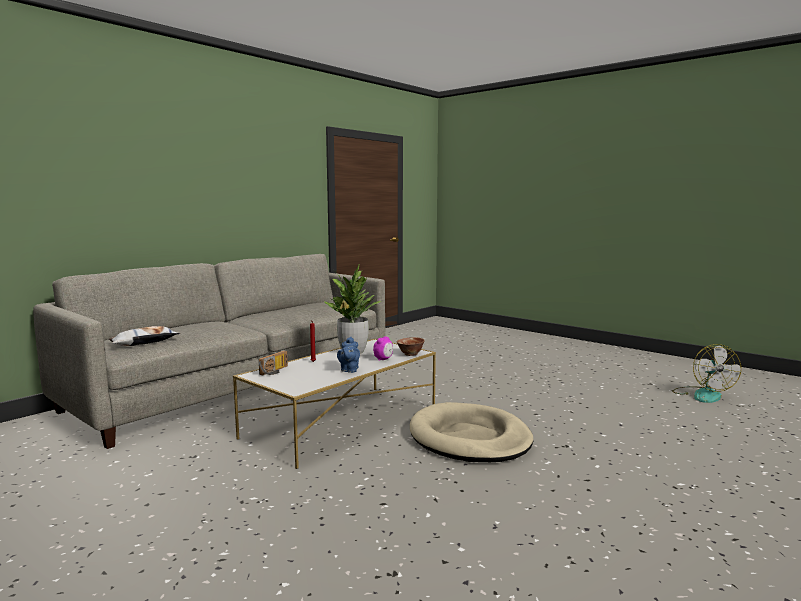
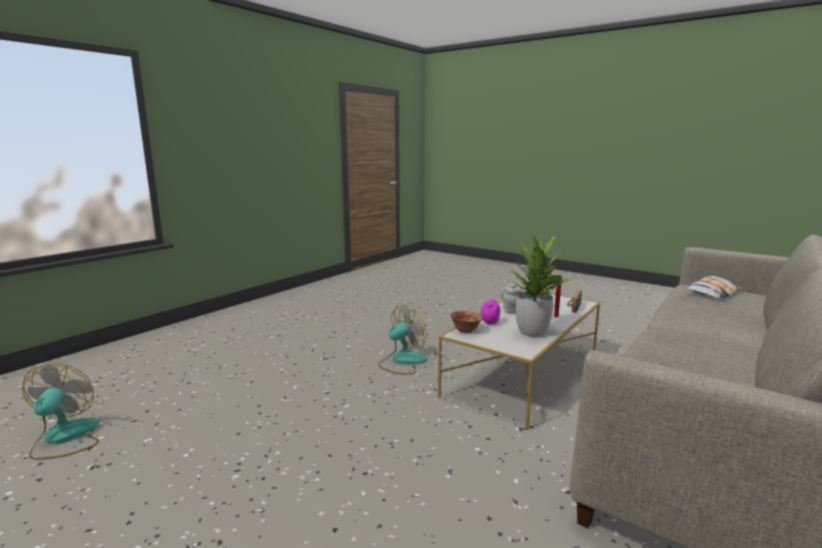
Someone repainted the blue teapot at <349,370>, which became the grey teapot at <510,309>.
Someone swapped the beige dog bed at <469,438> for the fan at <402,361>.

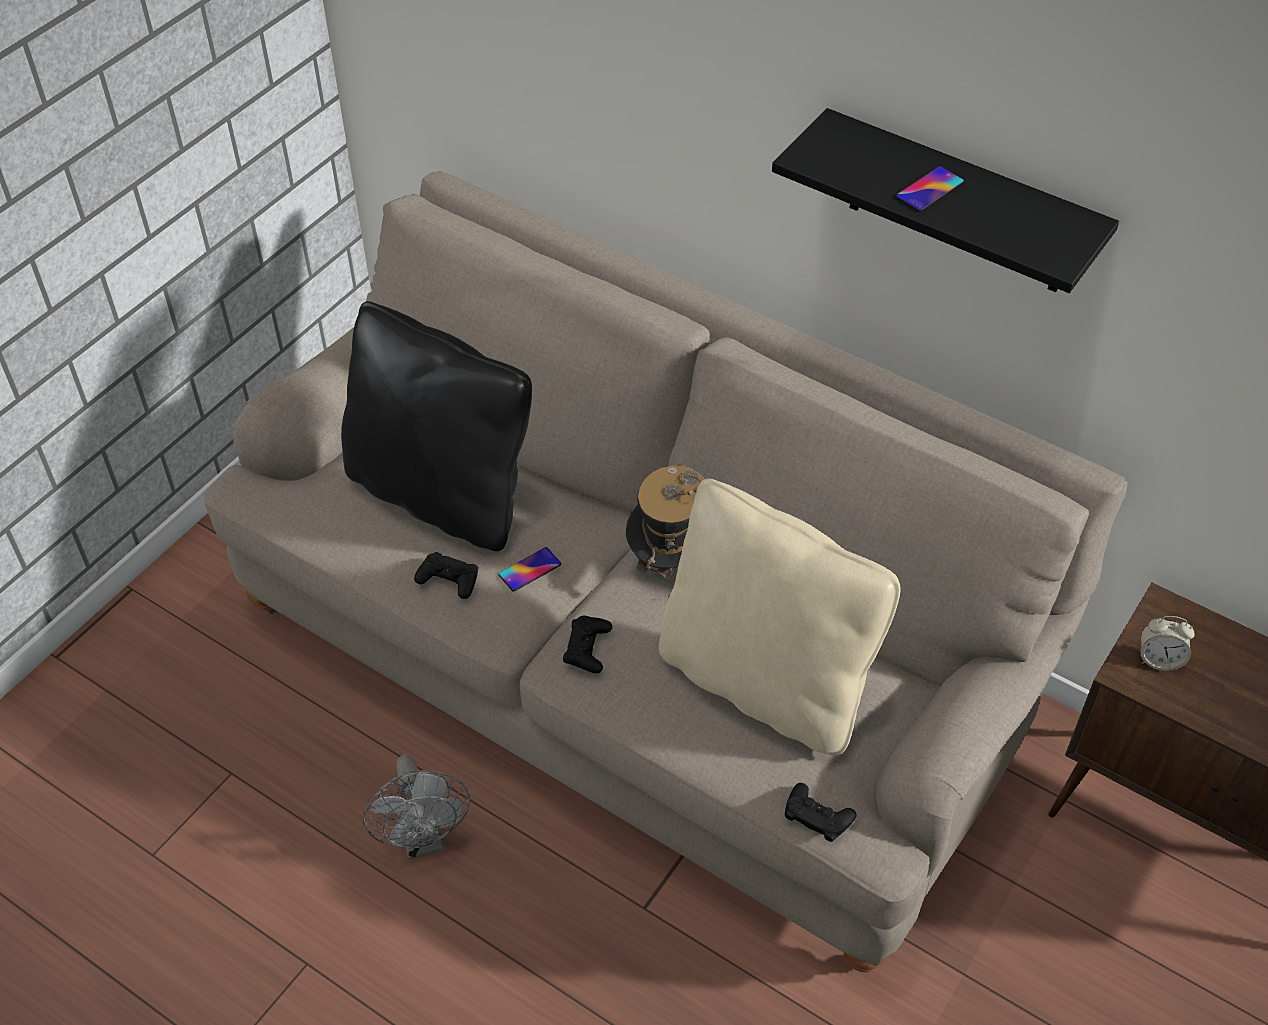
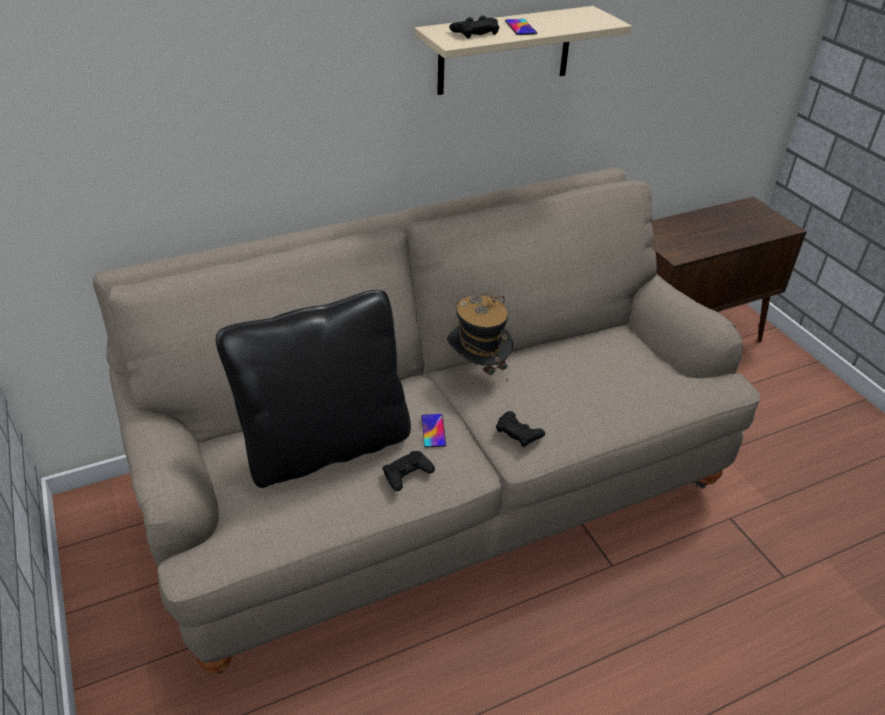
Someone took away the grey fan at <423,839>.
Someone took away the beige pillow at <765,681>.
Someone repainted the black shelf at <959,205>, which became the beige shelf at <505,50>.
Someone carried the black game controller from <817,816> to <475,32>.
Someone took away the alarm clock at <1159,659>.

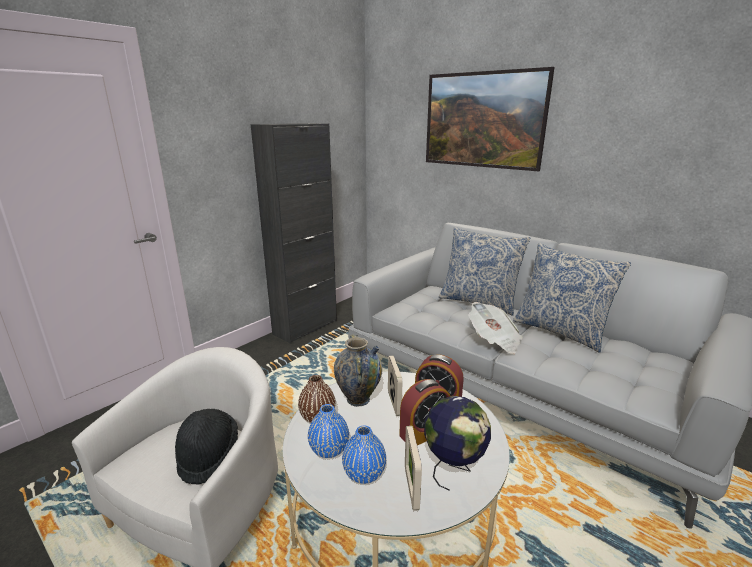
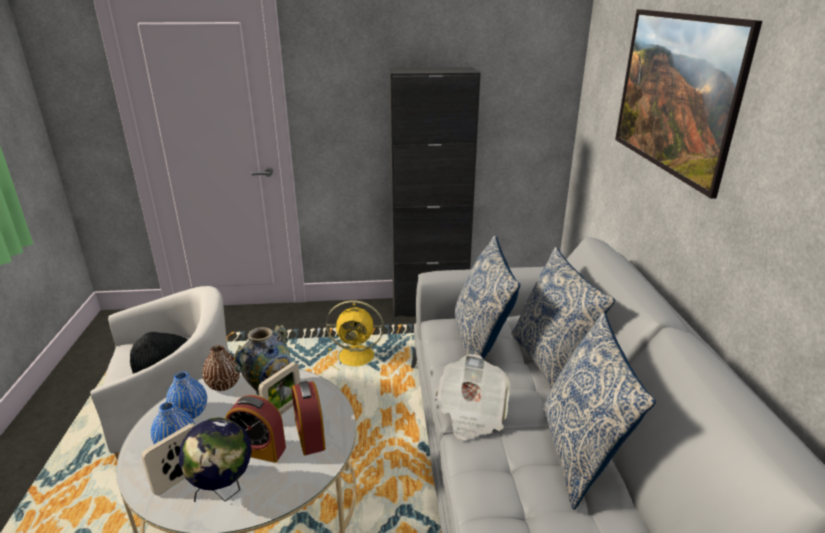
Someone put down the yellow fan at <358,356>.
Someone put down the pillow at <480,344>.

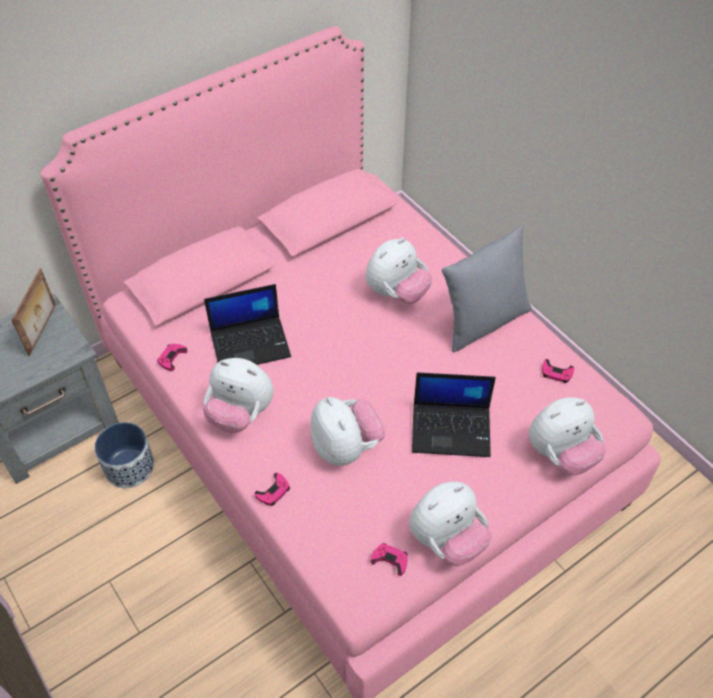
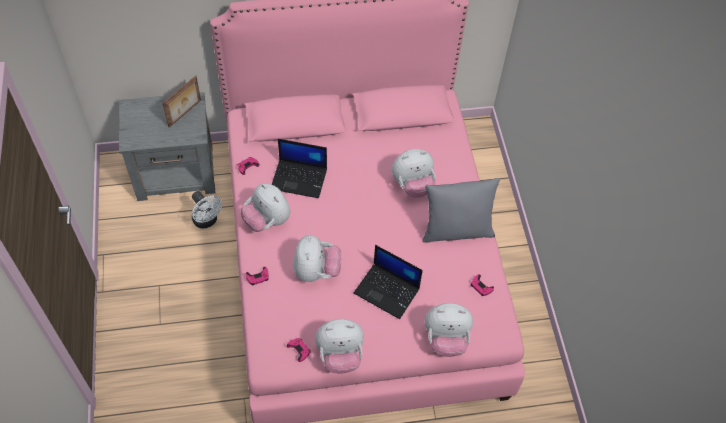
Someone swapped the planter at <129,467> for the white fan at <207,221>.

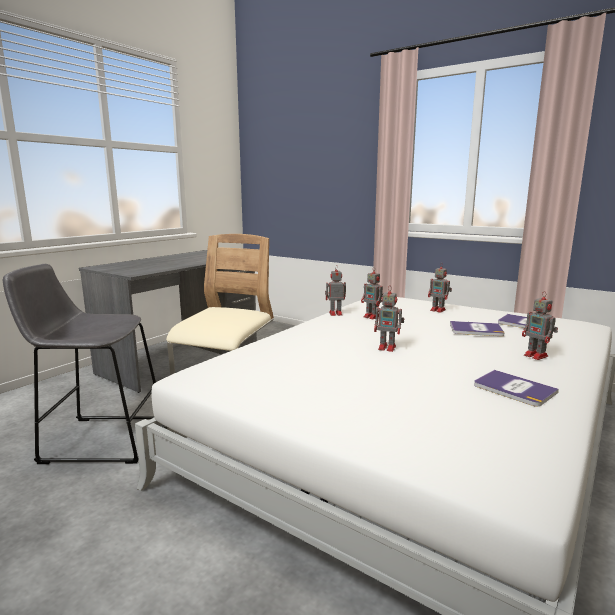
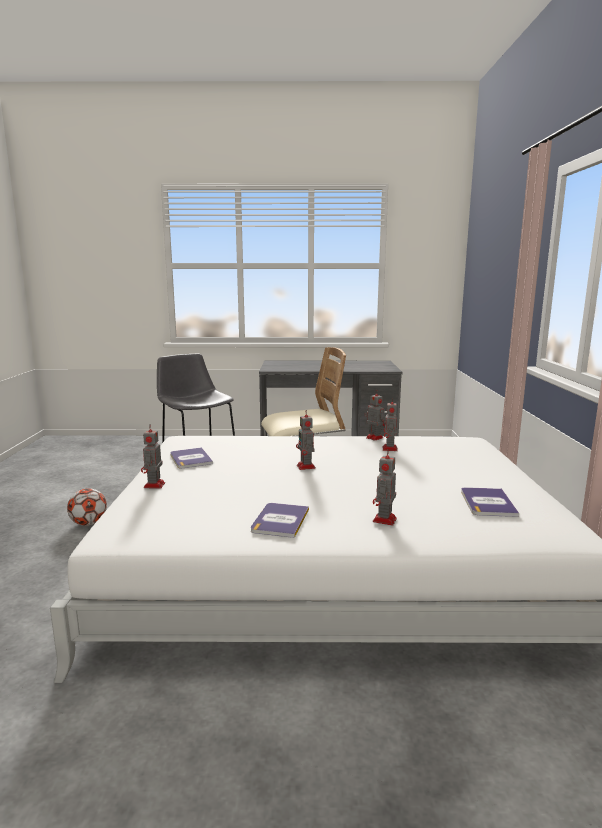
Someone carried the toy robot from <438,310> to <154,485>.
Someone carried the book from <476,329> to <190,459>.
Someone put down the football at <89,523>.

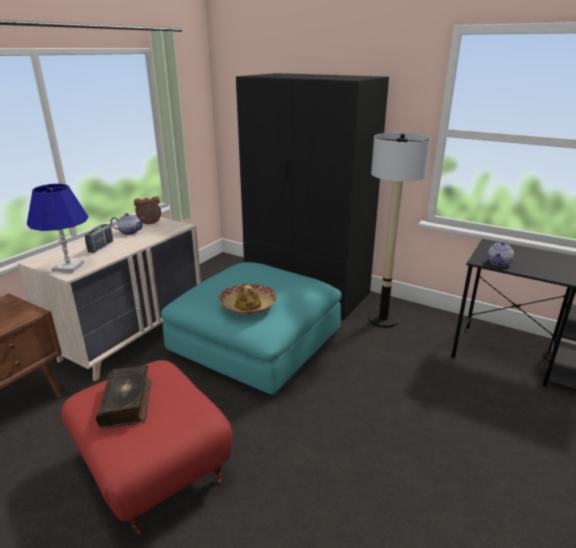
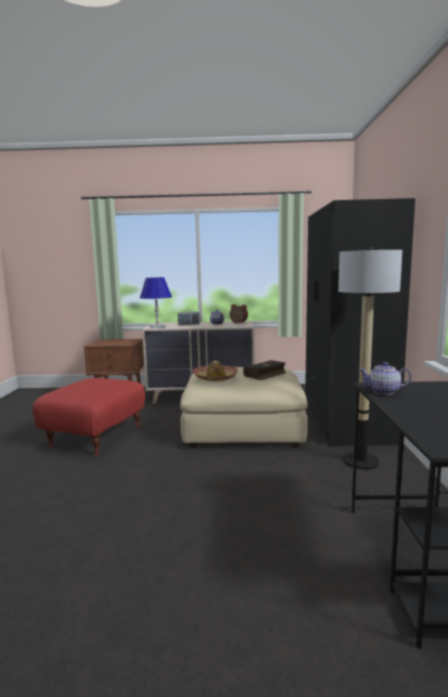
Someone carried the book from <128,402> to <265,375>.
Someone repainted the turquoise ottoman at <256,342>, which became the beige ottoman at <243,426>.

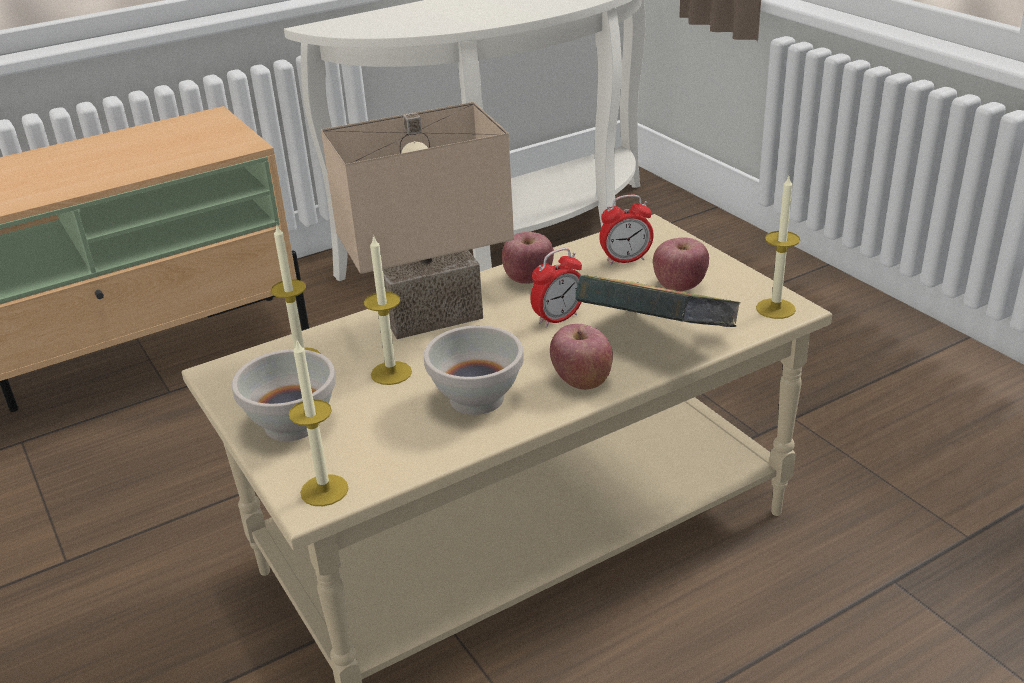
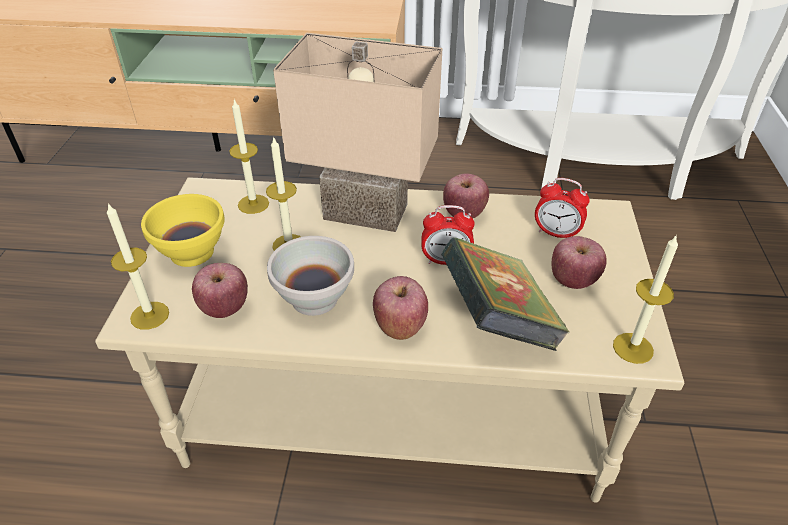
Someone repainted the white bowl at <291,424>, which became the yellow bowl at <191,252>.
Someone put down the apple at <225,308>.

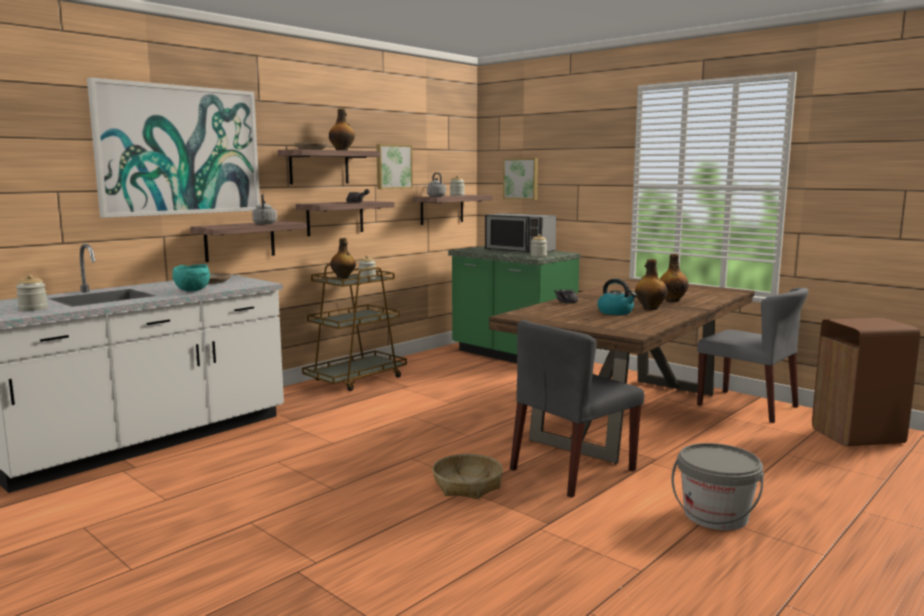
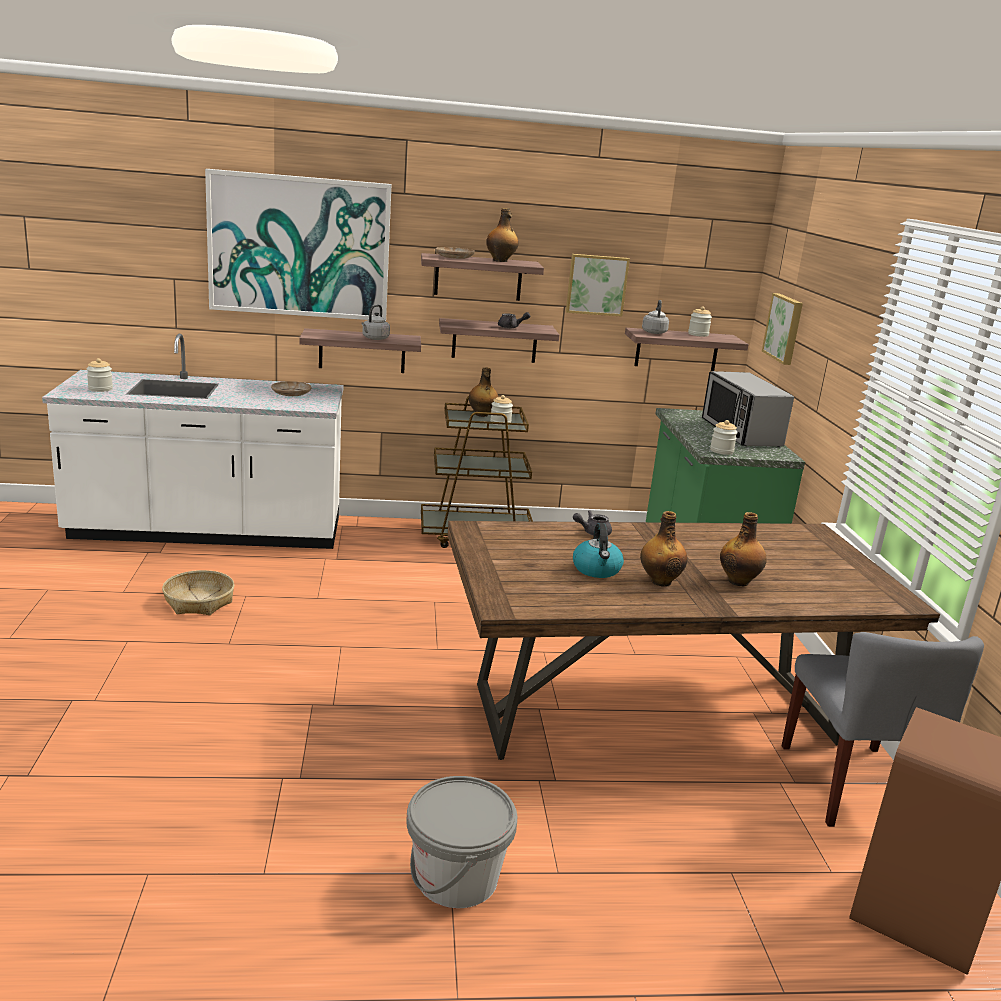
Someone took away the turquoise bowl at <193,291>.
Someone carried the basket from <467,485> to <199,602>.
Someone took away the grey chair at <572,470>.

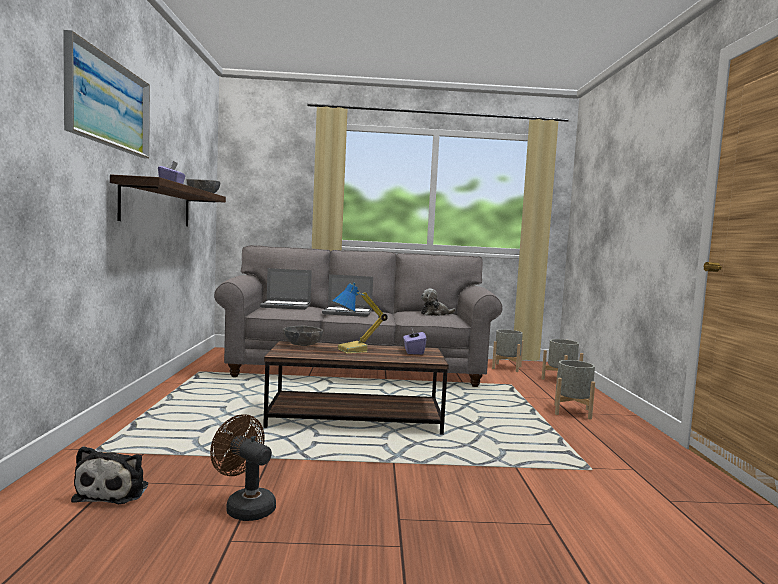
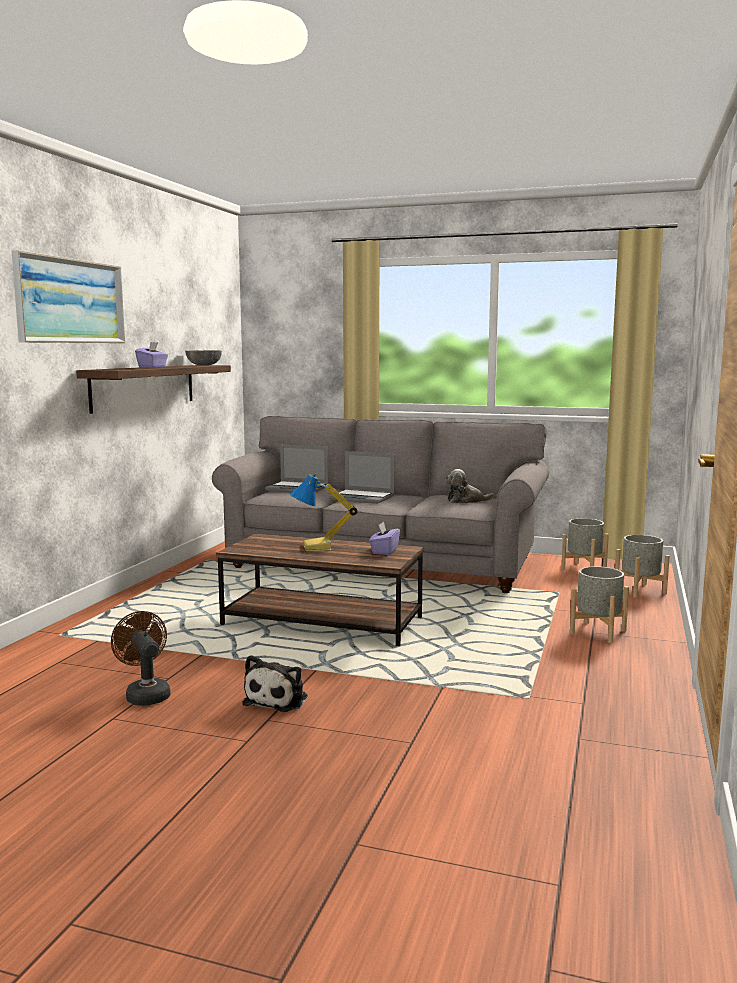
Someone carried the plush toy from <114,491> to <278,699>.
Someone took away the grey bowl at <302,345>.

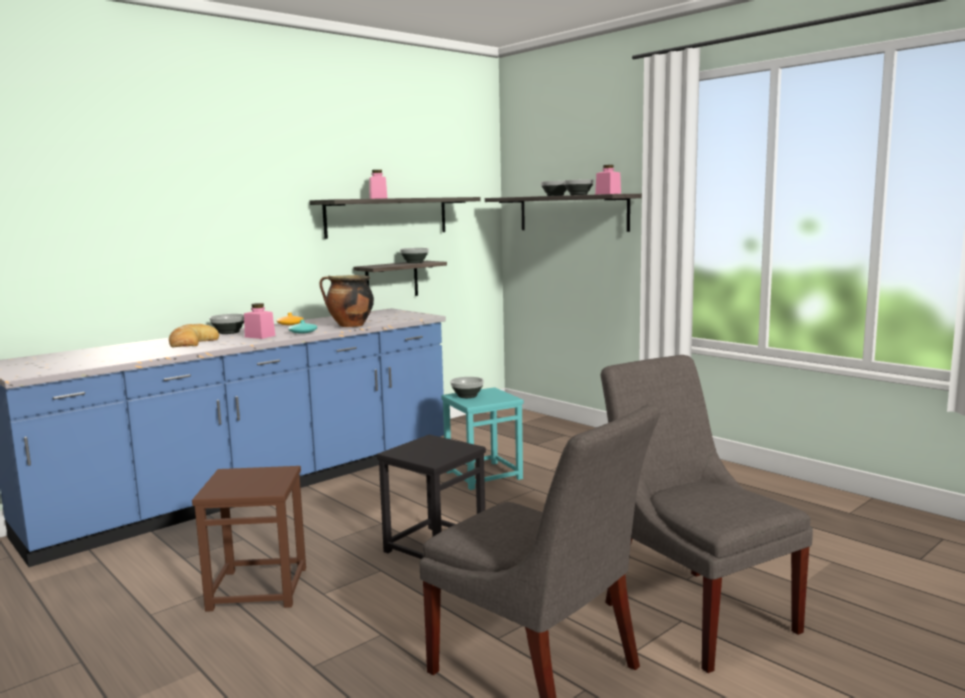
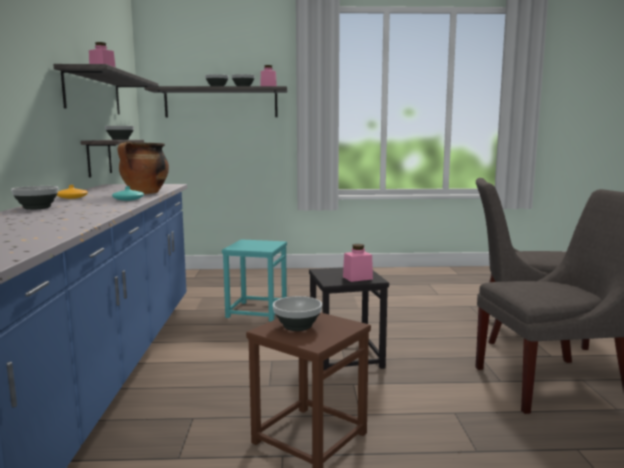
Someone took away the bread at <191,343>.
Someone carried the pink jar from <260,336> to <357,278>.
Someone carried the bowl from <467,396> to <298,326>.

